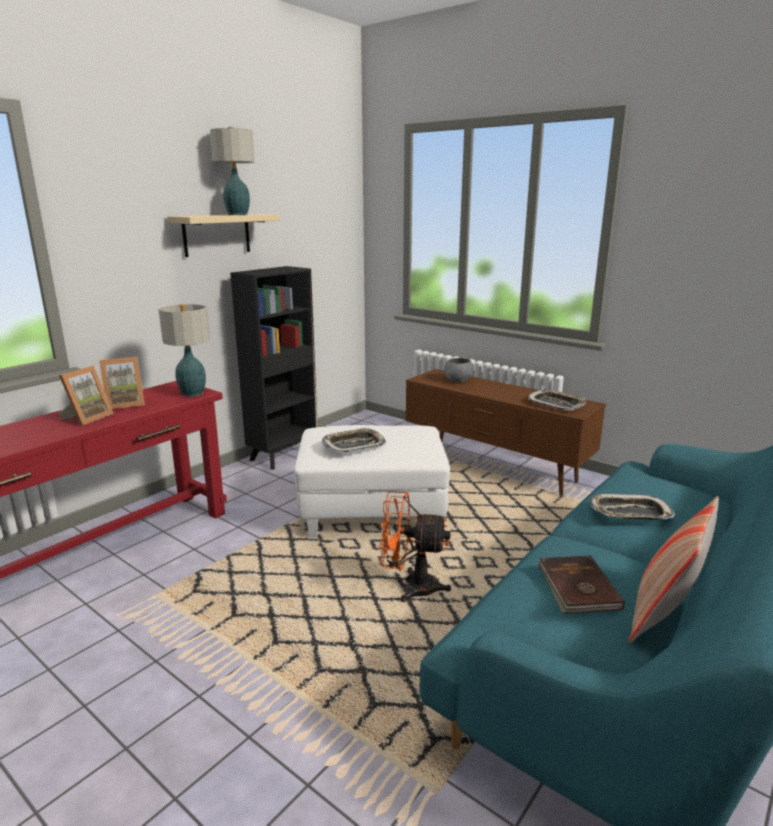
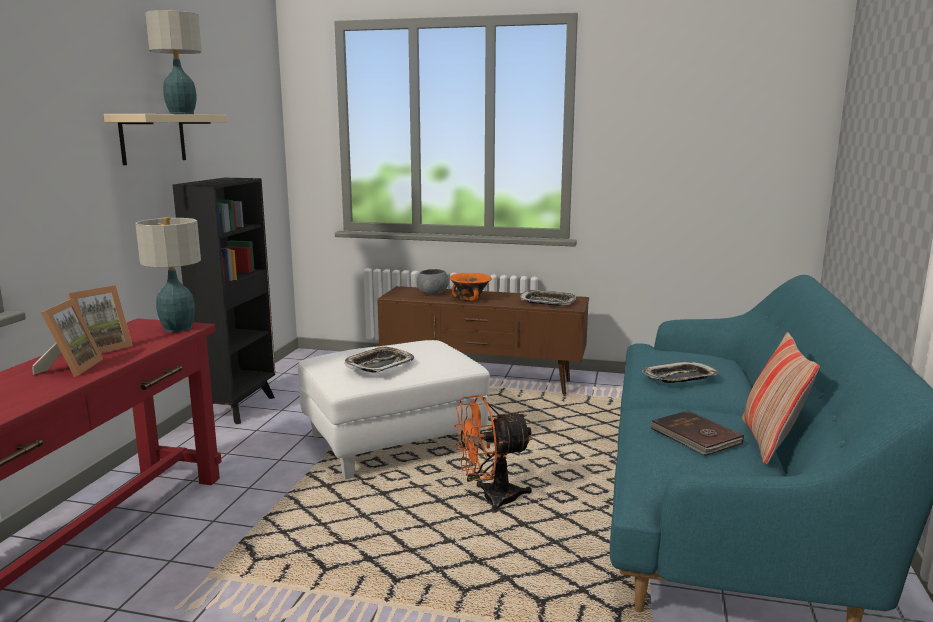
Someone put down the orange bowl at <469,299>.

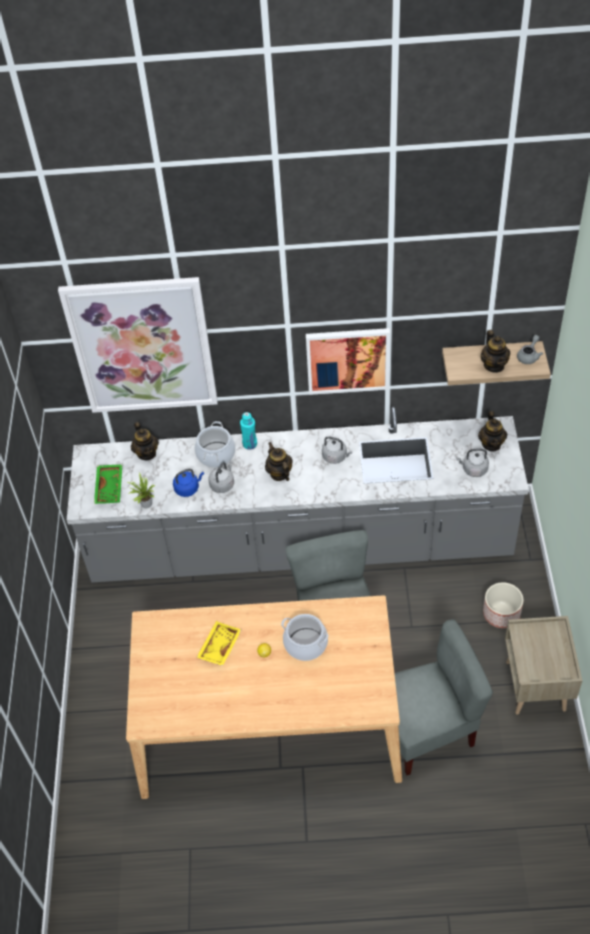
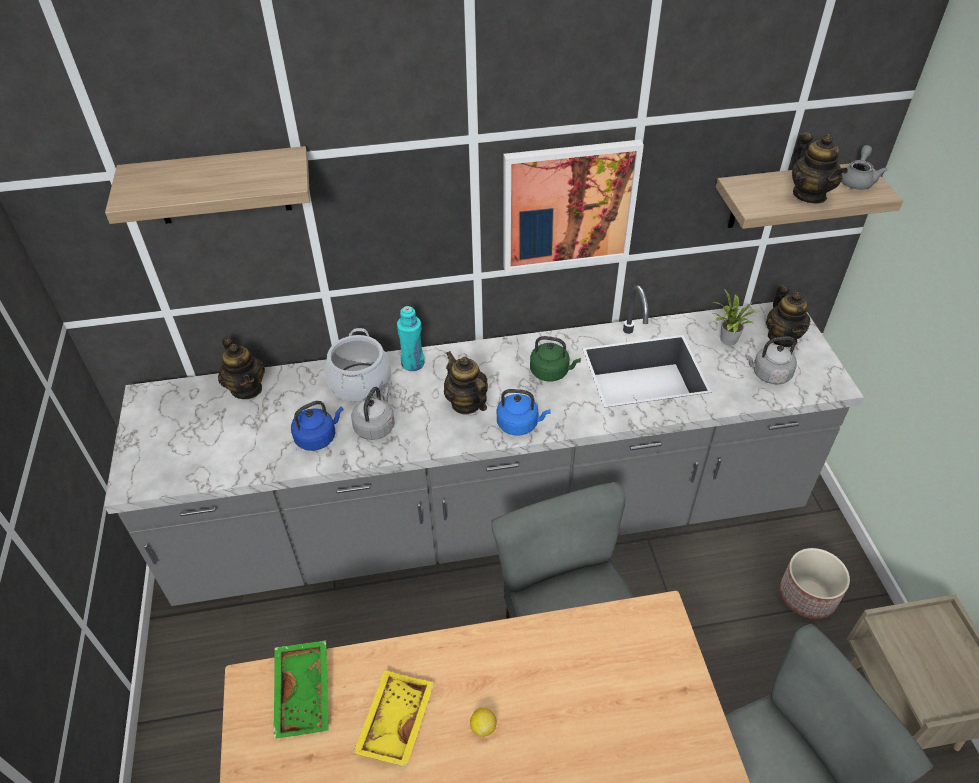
Someone swapped the picture at <142,346> for the shelf at <221,186>.
Someone carried the green tray from <110,488> to <305,693>.
Someone carried the potted plant from <145,504> to <726,340>.
Someone took away the cooking pot at <305,644>.
Someone repainted the grey kettle at <336,457>, which became the green kettle at <551,372>.
Someone put down the blue kettle at <520,424>.

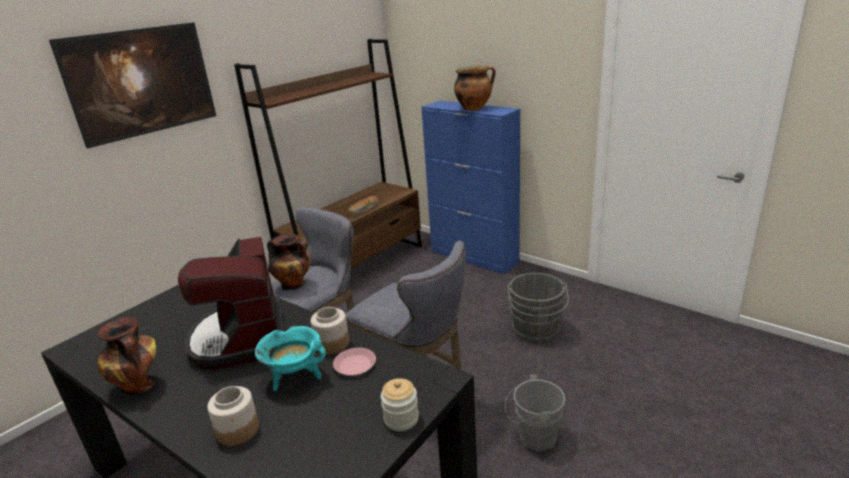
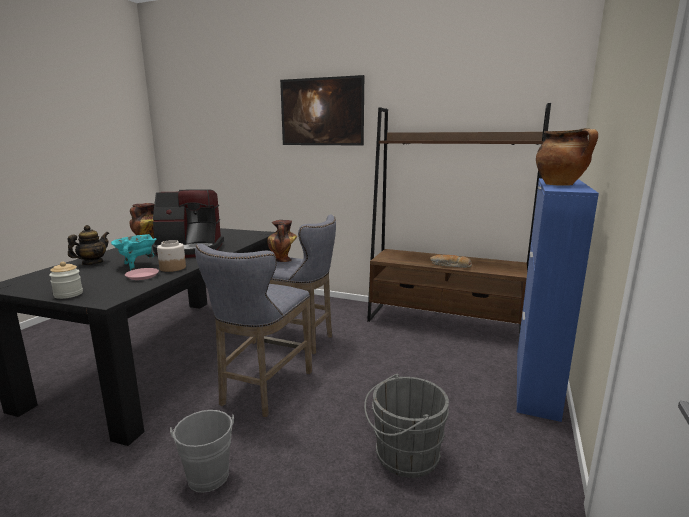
Someone rotated the coffee machine at <241,338> by 150 degrees counterclockwise.
Someone swapped the jar at <237,430> for the teapot at <92,263>.

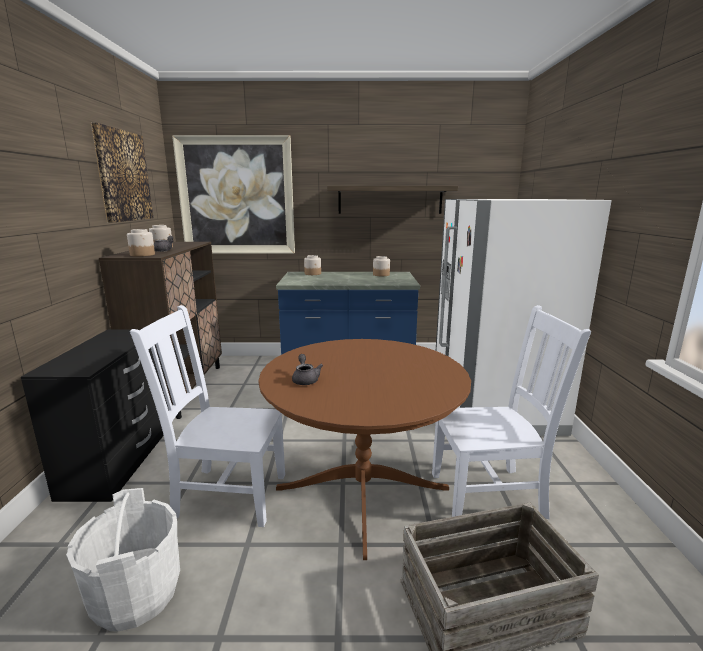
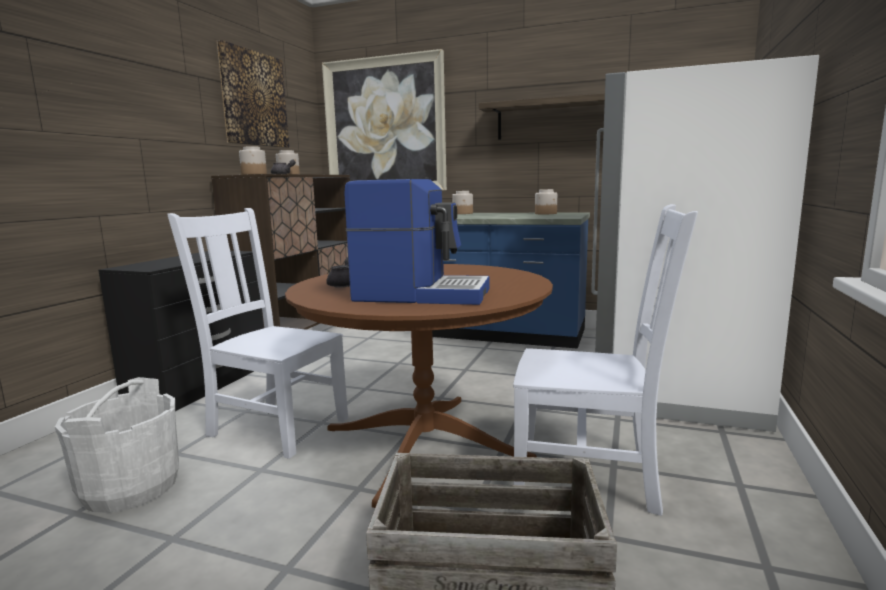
Someone put down the coffee machine at <421,294>.

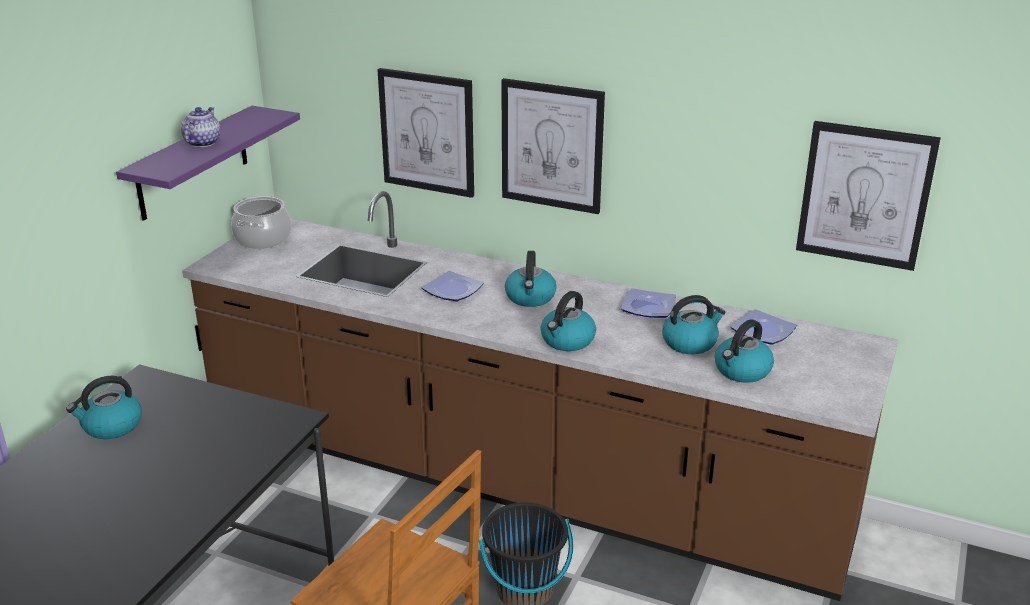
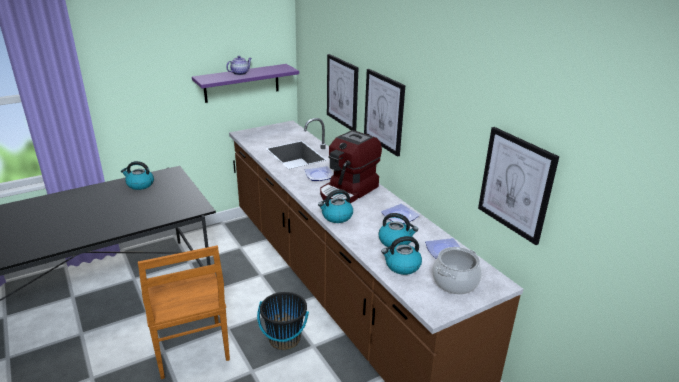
Someone carried the cooking pot from <263,239> to <455,282>.
Someone swapped the kettle at <530,298> for the coffee machine at <349,191>.

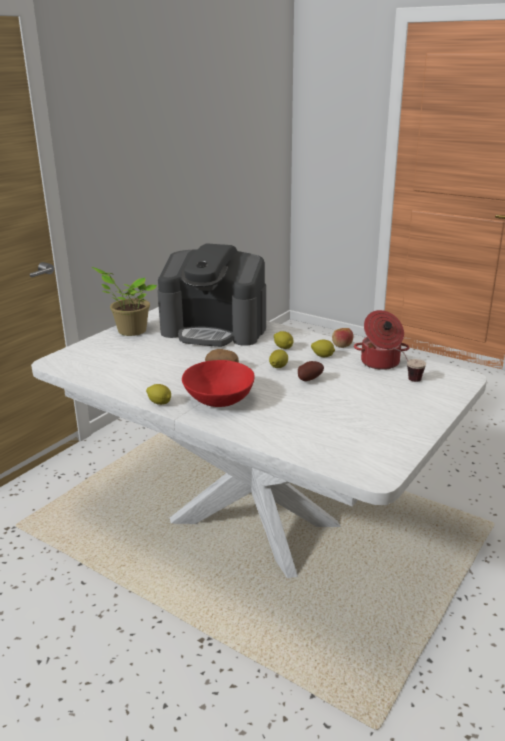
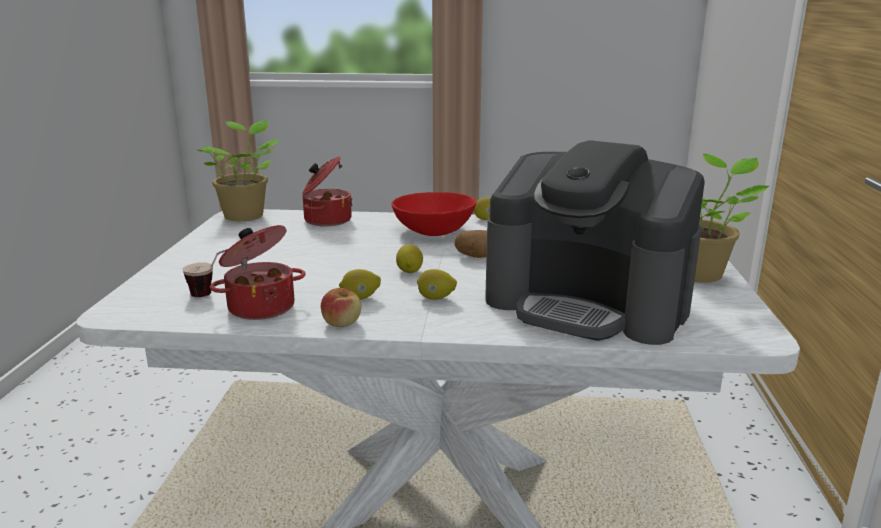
Someone rotated the coffee machine at <215,329> by 135 degrees counterclockwise.
Someone took away the potato at <308,379>.
Someone put down the potted plant at <245,215>.
Someone put down the cooking pot at <326,220>.

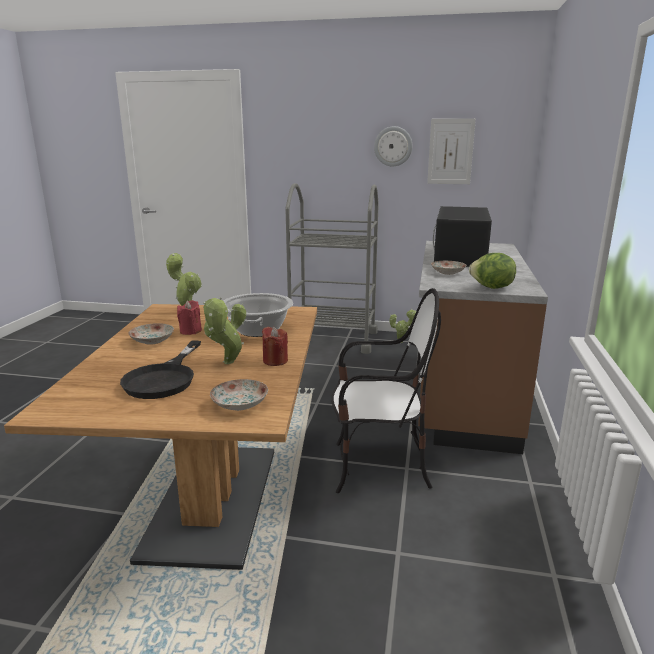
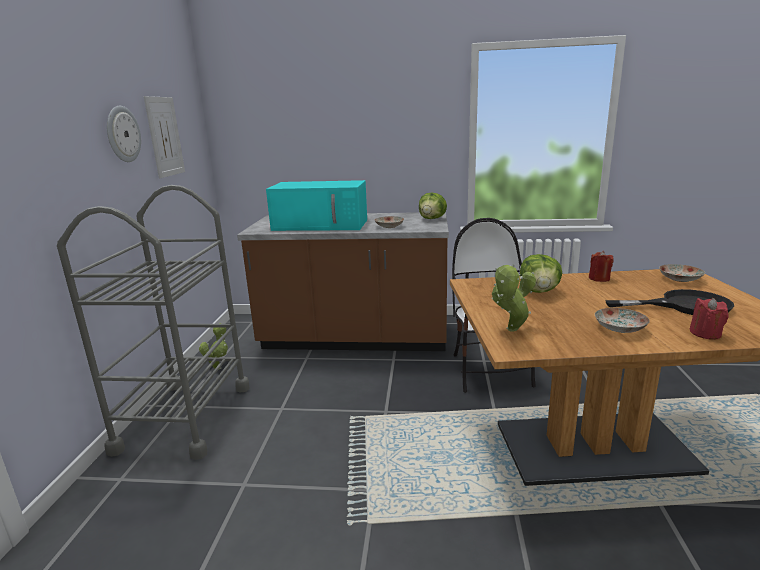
Someone carried the red candle from <190,331> to <705,333>.
Someone took away the potted plant at <227,364>.
Someone swapped the cooking pot at <258,330> for the lettuce at <539,291>.
Someone repainted the black microwave at <460,256>, which became the turquoise microwave at <322,225>.

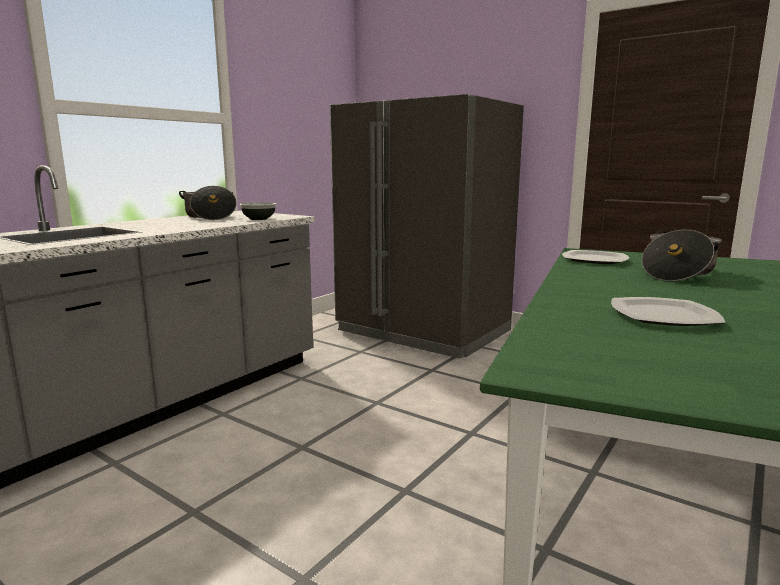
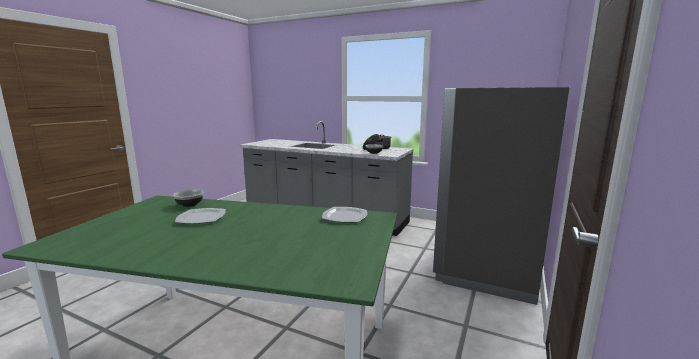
Someone took away the cooking pot at <677,273>.
Someone put down the bowl at <190,204>.

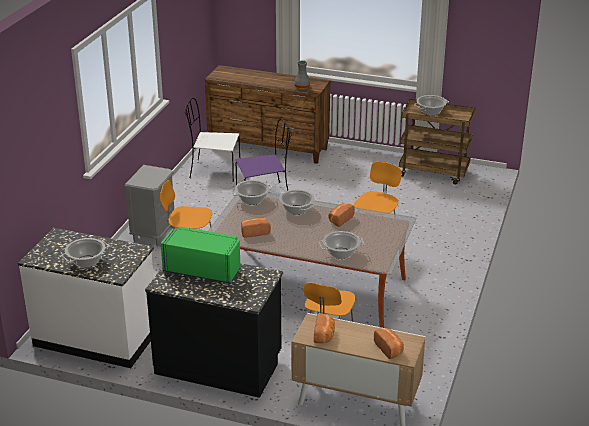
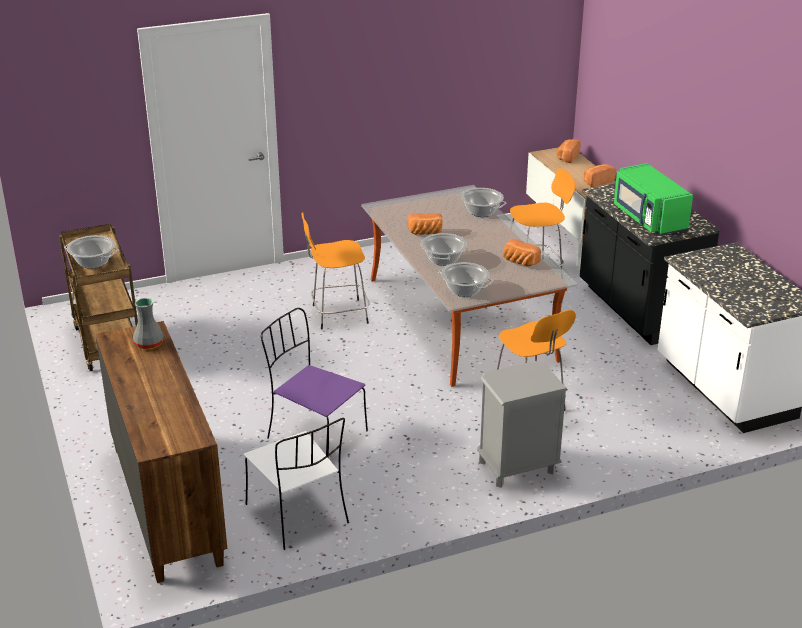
Someone took away the cooking pot at <86,261>.

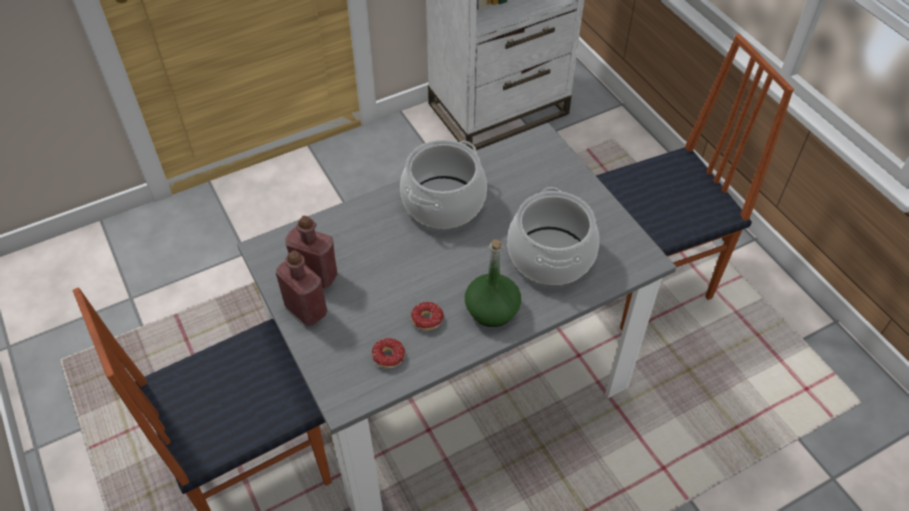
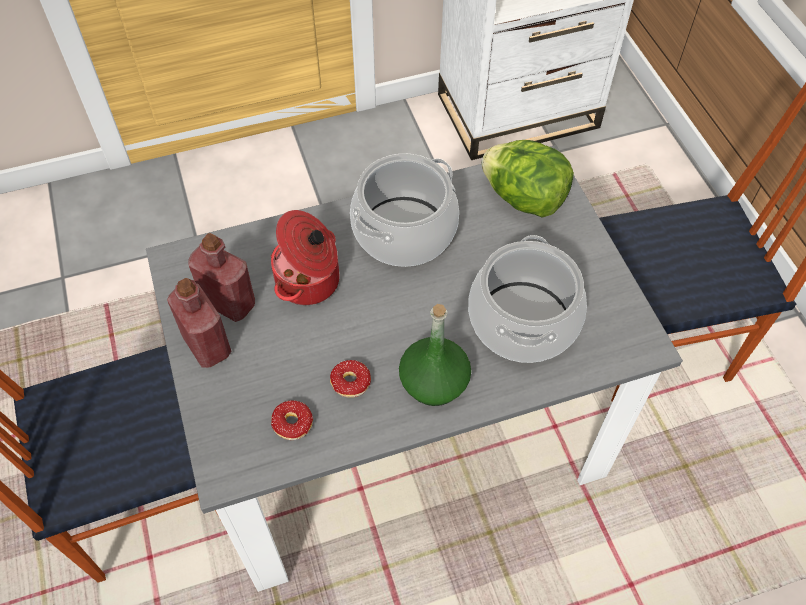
Someone put down the cooking pot at <309,281>.
Someone put down the lettuce at <524,199>.

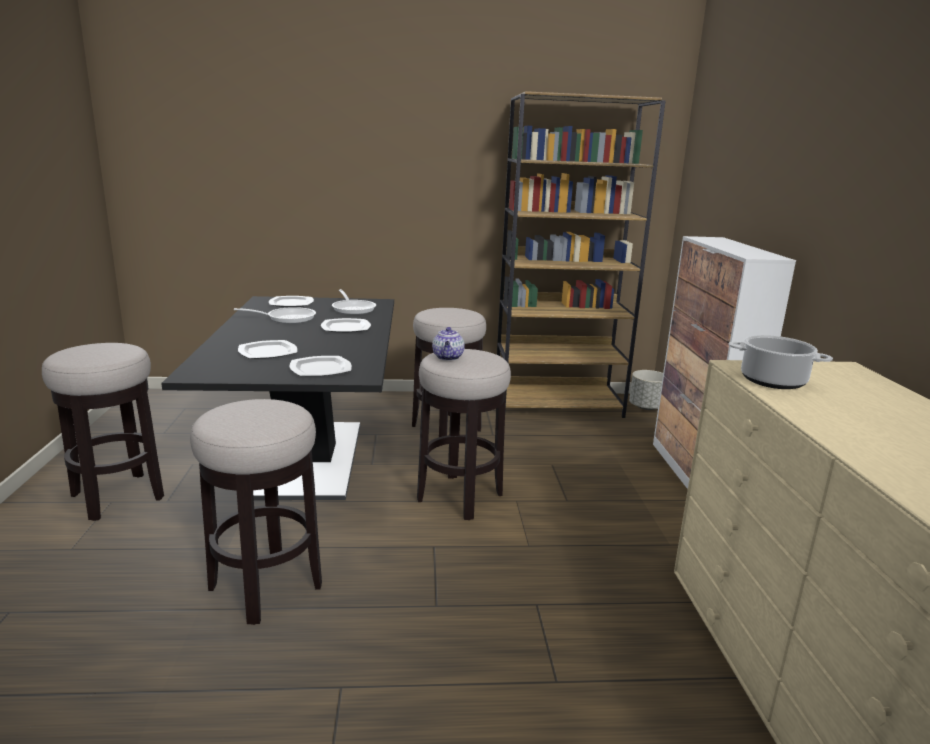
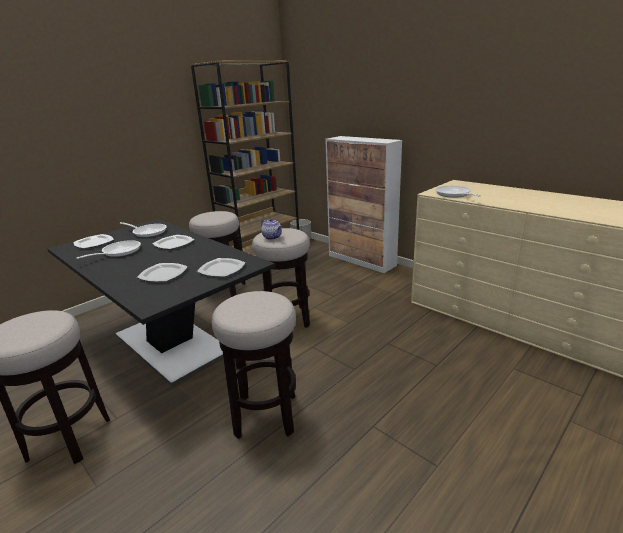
Someone swapped the cooking pot at <772,381> for the frying pan at <454,194>.

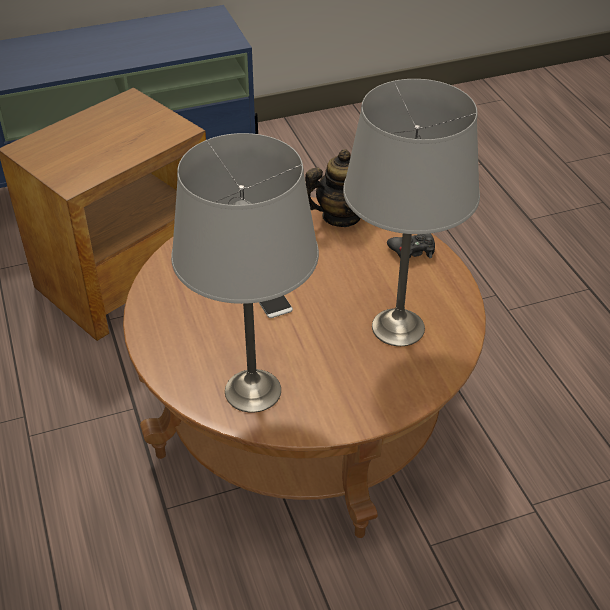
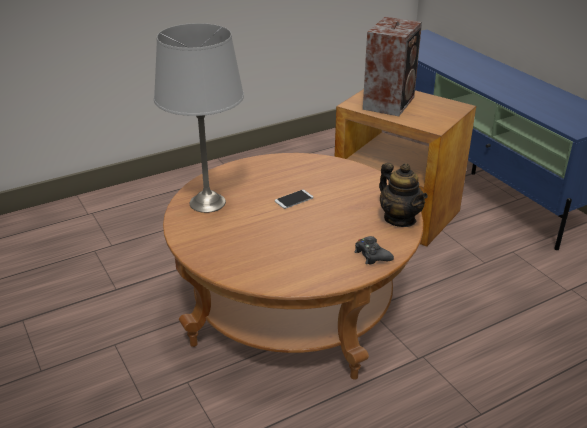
Someone took away the grey table lamp at <398,327>.
Someone put down the speaker at <390,102>.

